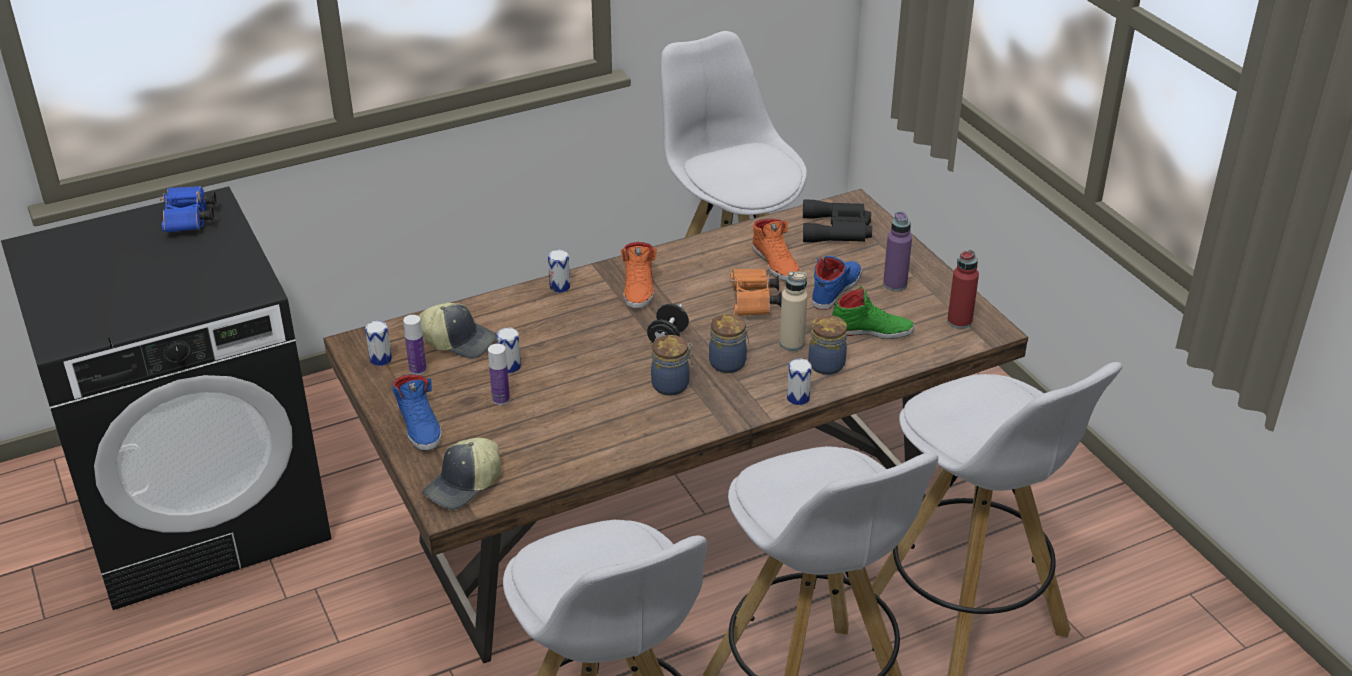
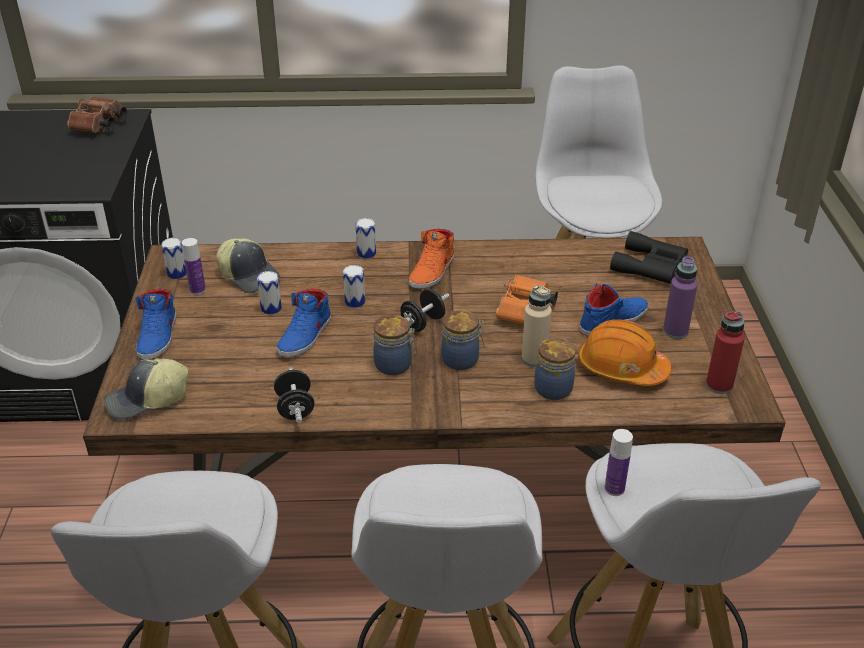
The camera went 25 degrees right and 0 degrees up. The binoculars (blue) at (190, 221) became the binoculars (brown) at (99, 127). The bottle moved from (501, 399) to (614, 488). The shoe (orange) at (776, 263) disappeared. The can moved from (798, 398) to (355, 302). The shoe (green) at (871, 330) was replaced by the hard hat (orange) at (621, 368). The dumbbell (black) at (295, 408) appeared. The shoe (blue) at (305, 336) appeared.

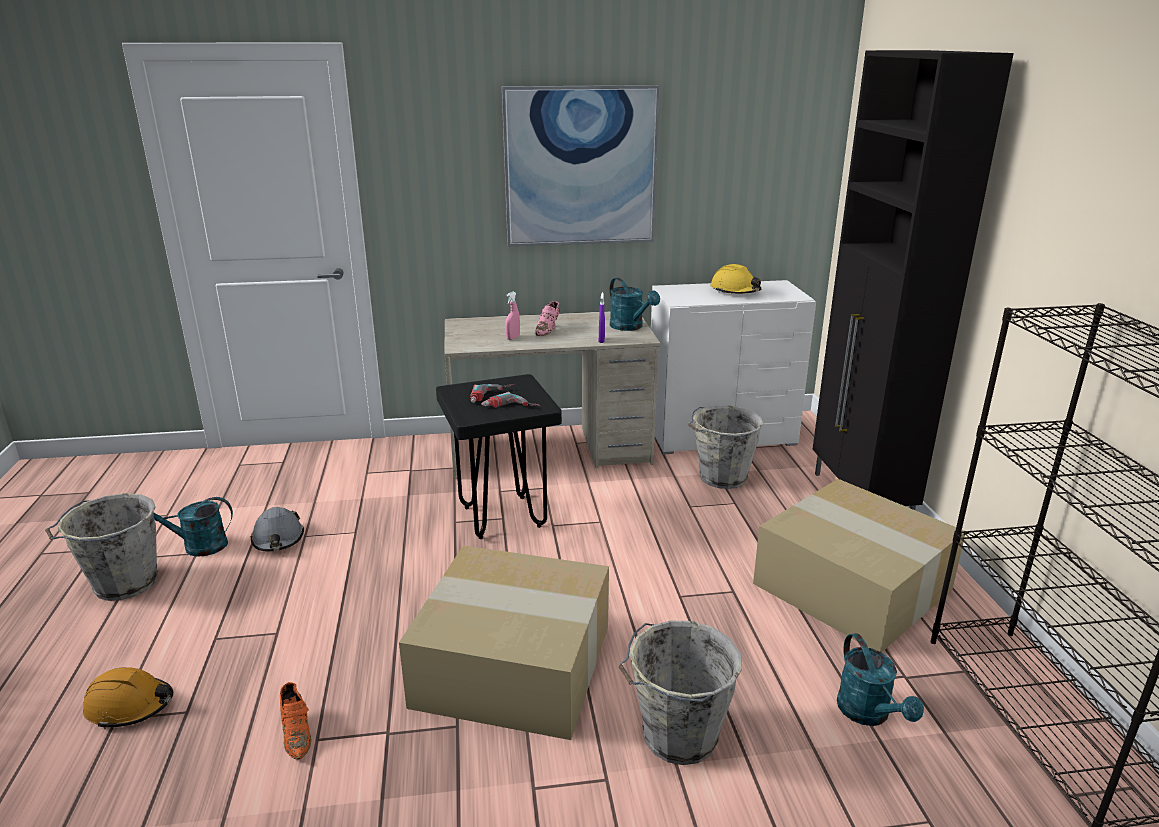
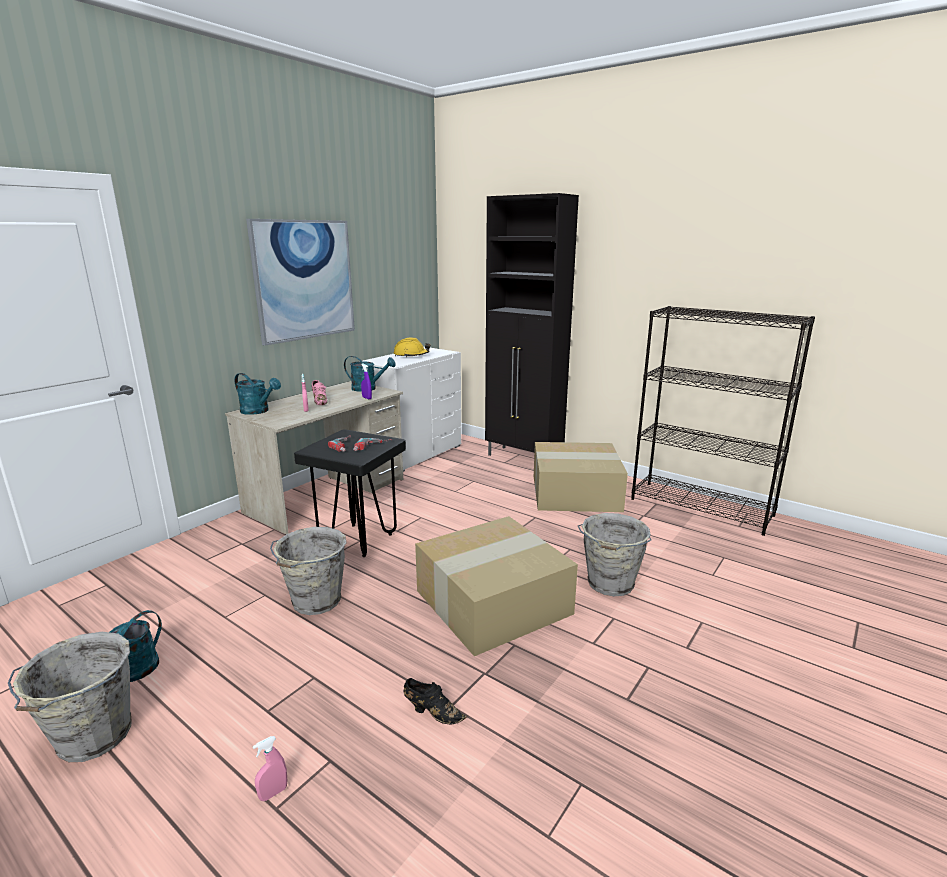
The camera went 45 degrees left and 5 degrees down. The hard hat (orange) at (130, 706) was replaced by the spray bottle (pink) at (273, 793). The hard hat (grey) at (278, 539) disappeared. The shoe (orange) at (297, 732) became the shoe (black) at (432, 712). The bucket (grey) moved from (721, 478) to (315, 602). The watering can (turquoise) moved from (869, 714) to (258, 411).

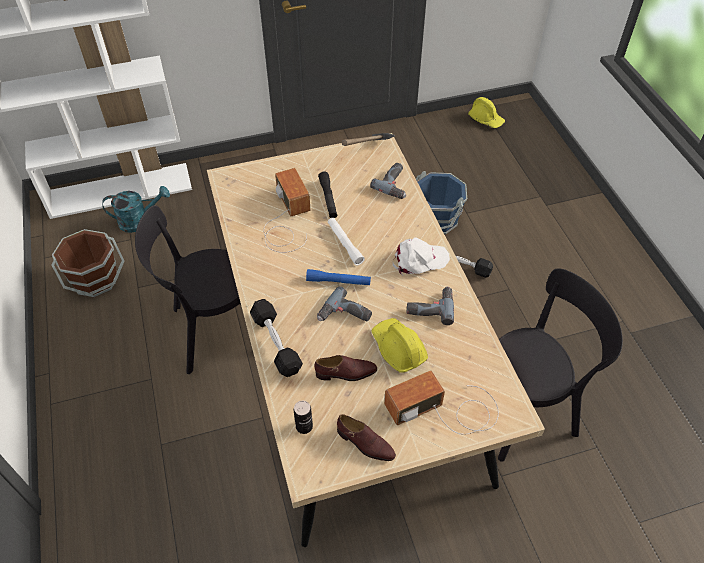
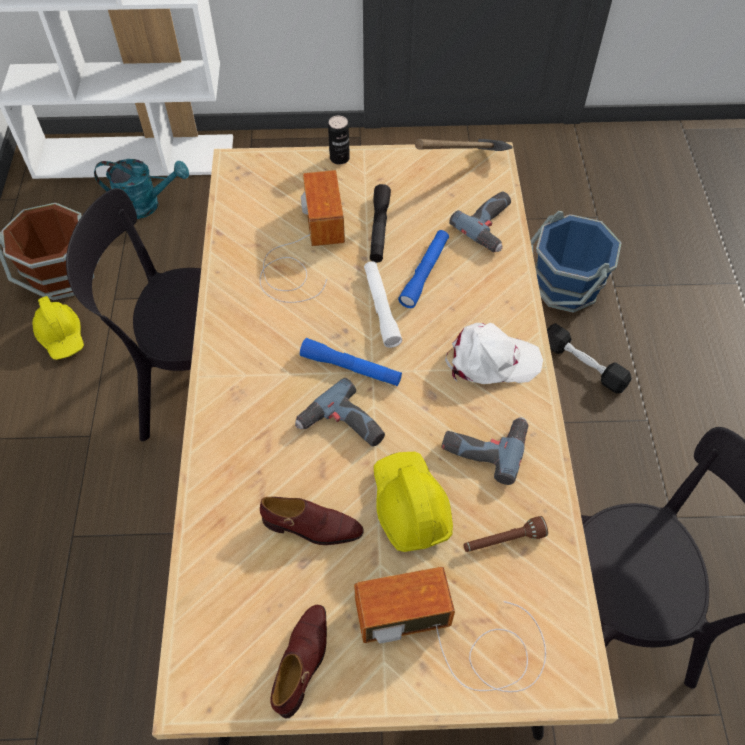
The camera went 15 degrees right and 5 degrees up. The dumbbell (black) at (276, 343) disappeared. The can moved from (304, 426) to (339, 158). The shoe (brown) at (365, 444) turned 120 degrees counterclockwise. The hard hat (yellow) moved from (486, 119) to (61, 335). The flashlight (blue) at (424, 273) appeared. The flashlight (brown) at (503, 540) appeared.

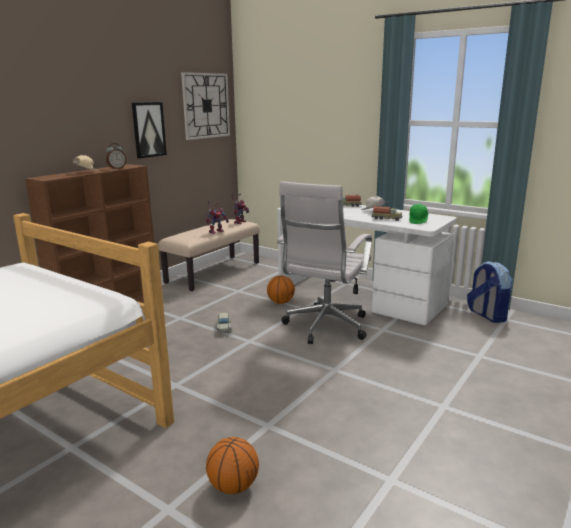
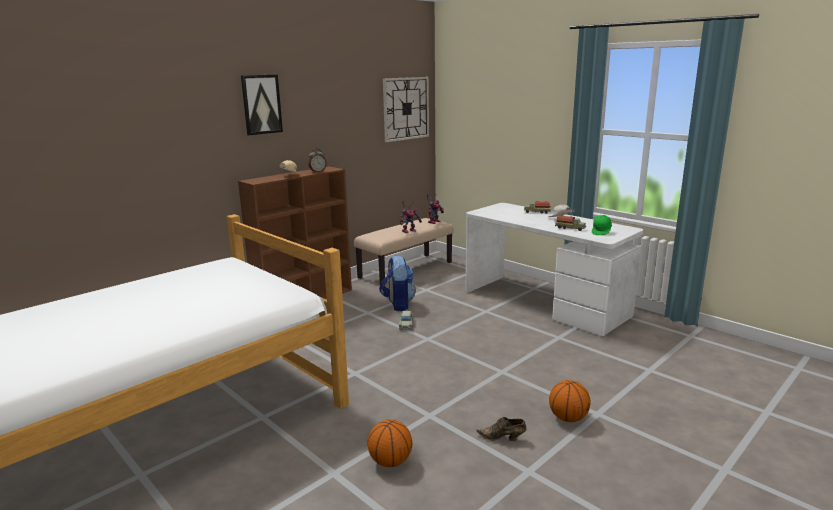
The camera went 10 degrees right and 0 degrees up. The picture moved from (148, 129) to (261, 104). The basketball moved from (281, 302) to (568, 418). The office chair (white) at (324, 327) disappeared. The backpack moved from (486, 315) to (398, 304). The shoe (brown) at (503, 438) appeared.

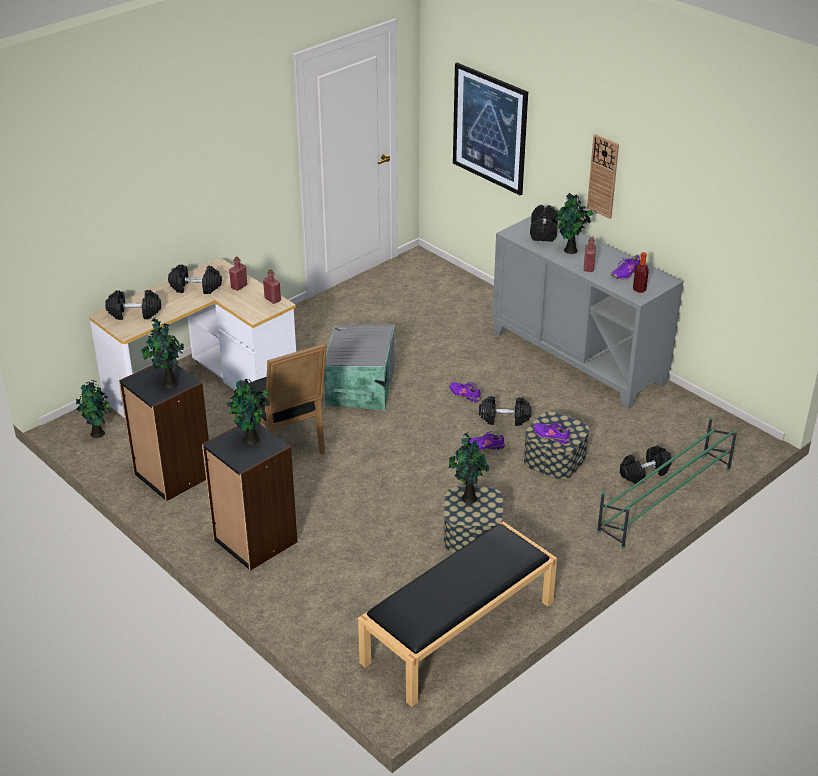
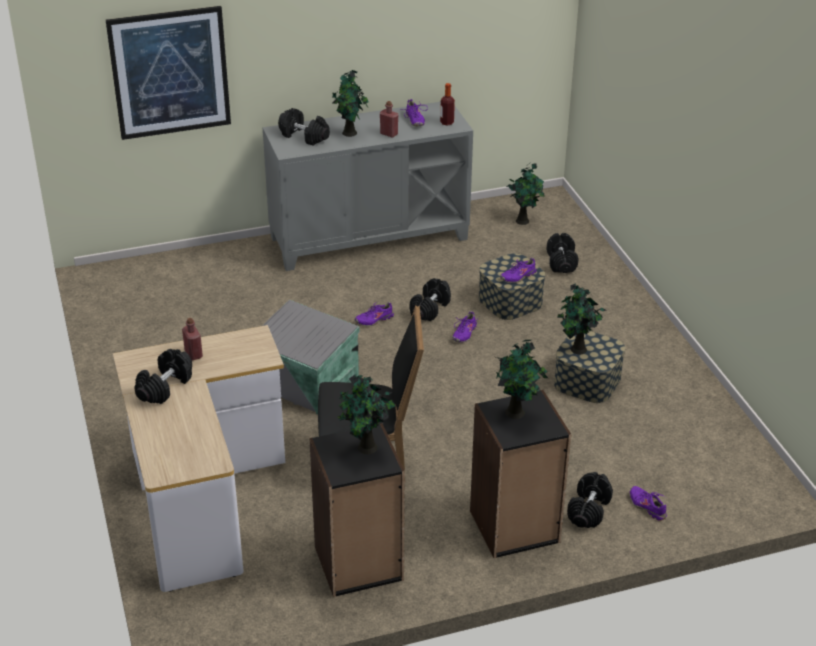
The camera went 65 degrees left and 0 degrees up. The potted plant moved from (98, 434) to (523, 220). The dumbbell (black) moved from (134, 313) to (589, 510). The bottle (red) at (272, 299) disappeared. The bench (black) at (458, 633) disappeared. The wall clock at (603, 176) disappeared. The shoe rack (green) at (664, 500) disappeared. The shoe (purple) at (647, 506) appeared.

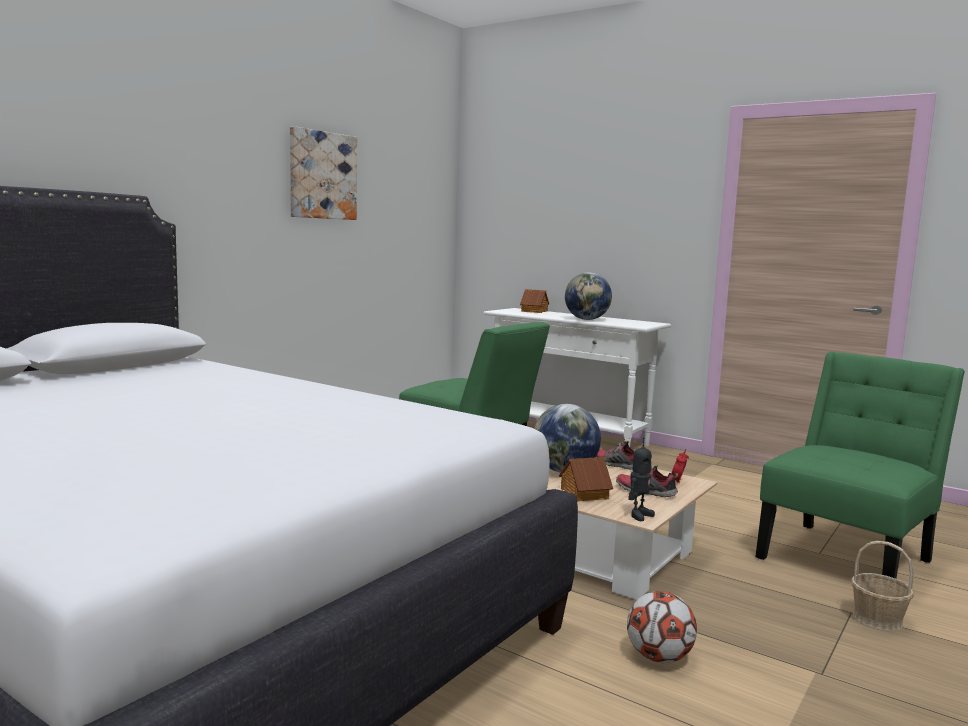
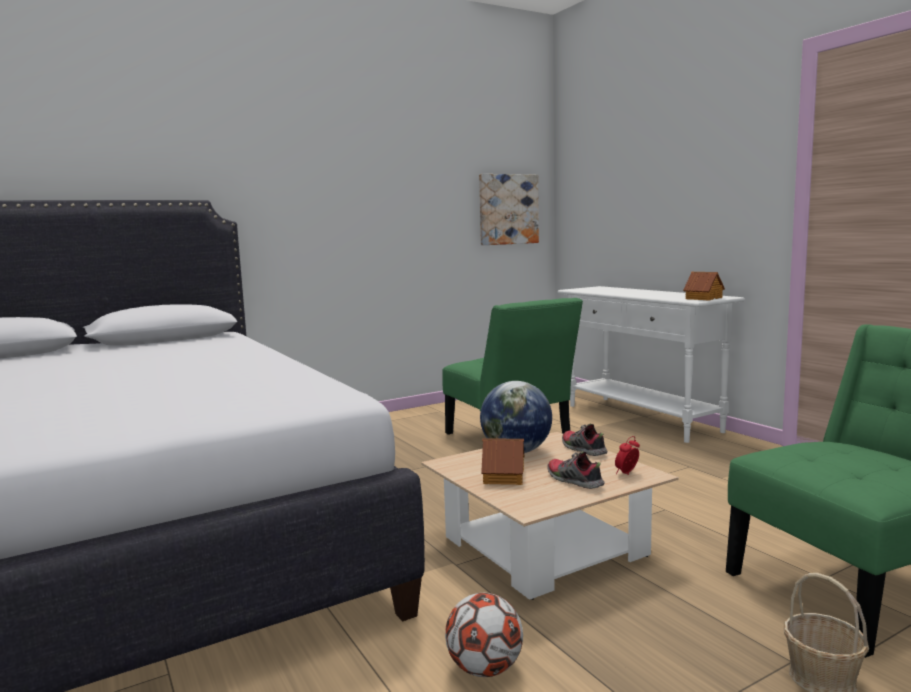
The camera went 25 degrees right and 0 degrees up. The picture moved from (322, 175) to (508, 209). The toy house moved from (534, 311) to (703, 298). The globe at (587, 319) disappeared. The toy robot at (639, 515) disappeared.

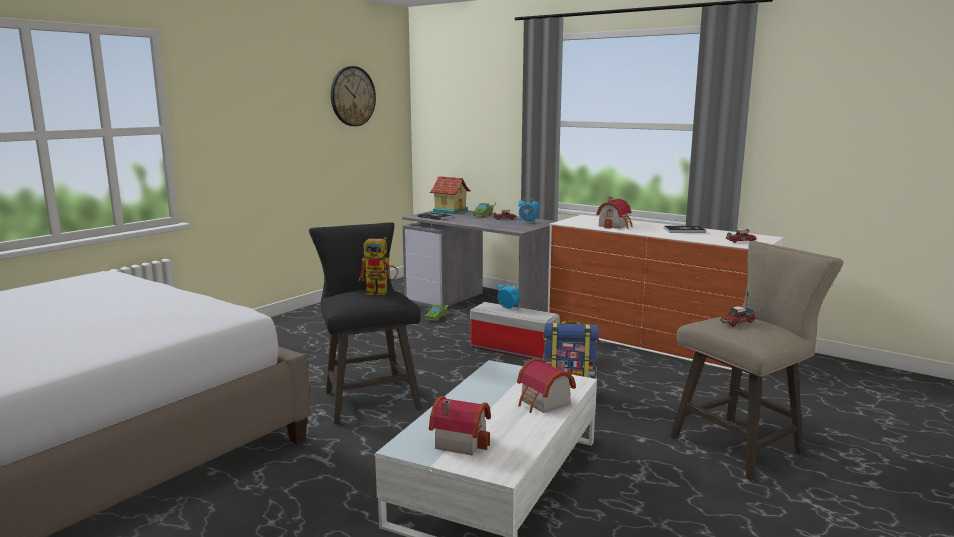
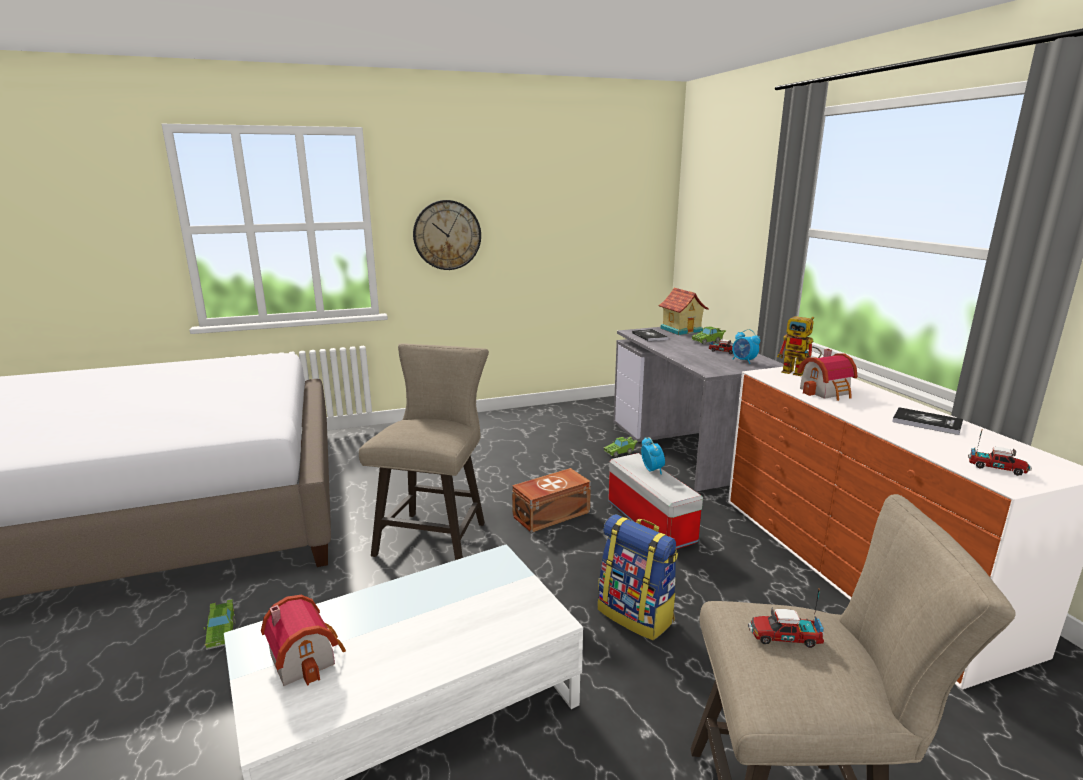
The camera went 35 degrees right and 5 degrees up. The stool (black) at (368, 398) became the stool (beige) at (436, 535). The wall clock moved from (352, 96) to (447, 235). The toy robot moved from (381, 292) to (799, 373). The toy house at (544, 403) disappeared. The toy car (green) at (222, 632) appeared. The storage box (brown) at (550, 514) appeared.

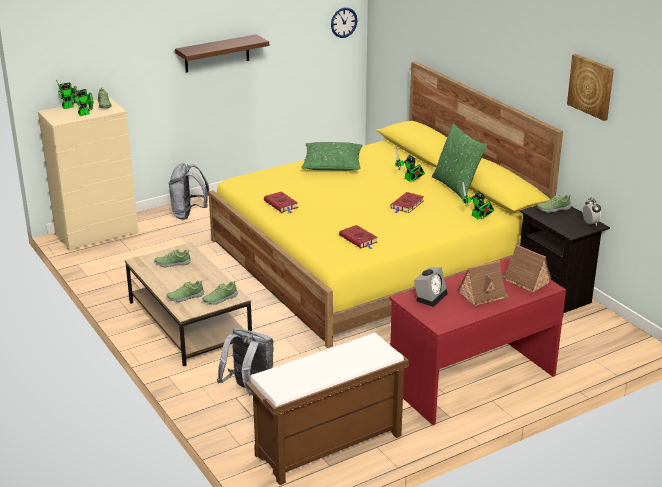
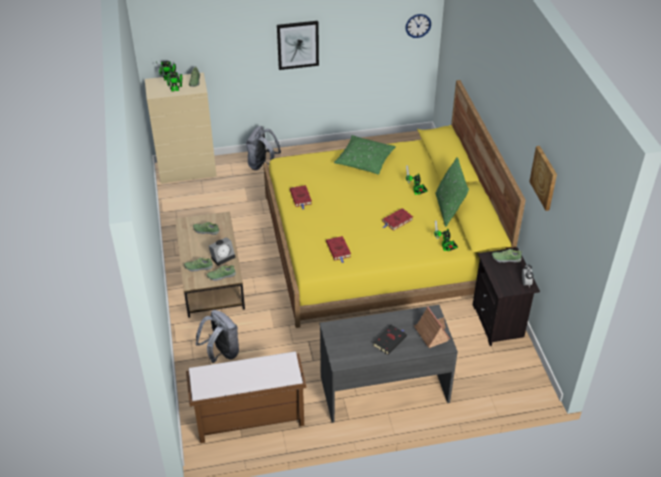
The camera went 20 degrees right and 15 degrees up. The shelf at (217, 53) was replaced by the picture at (298, 45). The desk (red) at (471, 380) became the desk (grey) at (384, 388). The alarm clock moved from (430, 296) to (223, 256). The toy house at (483, 295) was replaced by the book (black) at (390, 340).

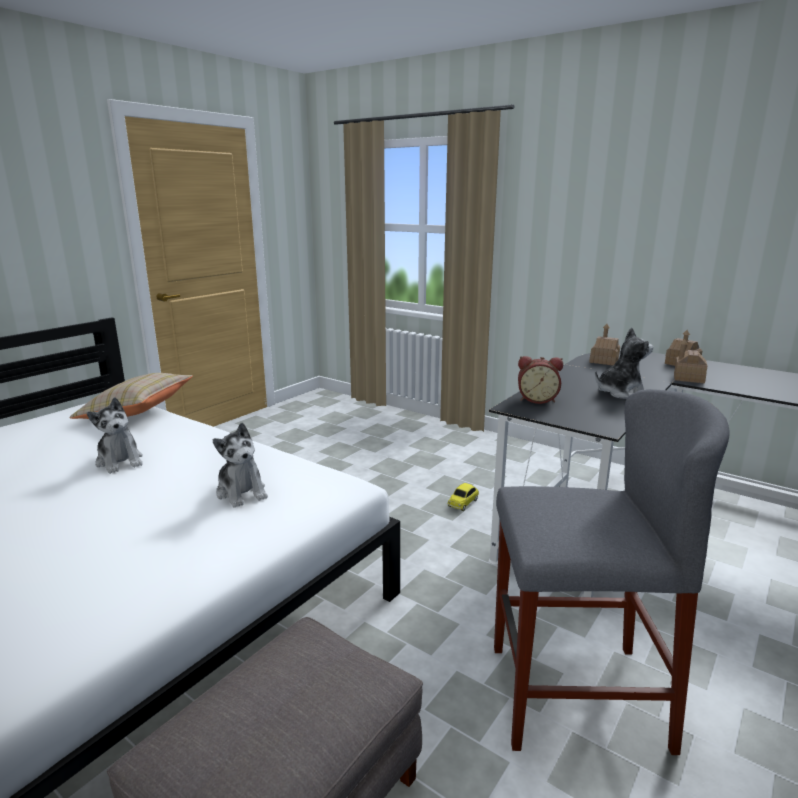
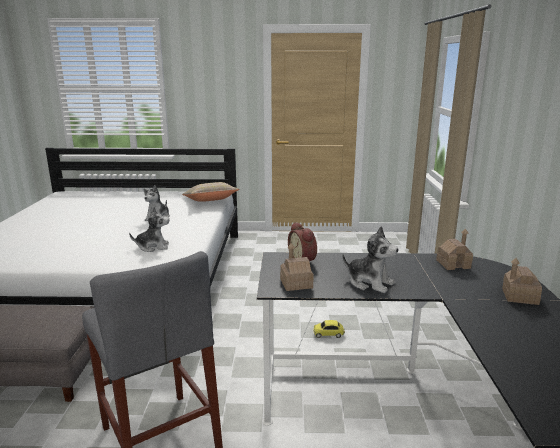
The camera went 55 degrees right and 0 degrees up. The plush toy at (242, 492) turned 120 degrees counterclockwise. The toy house moved from (688, 378) to (296, 283).

